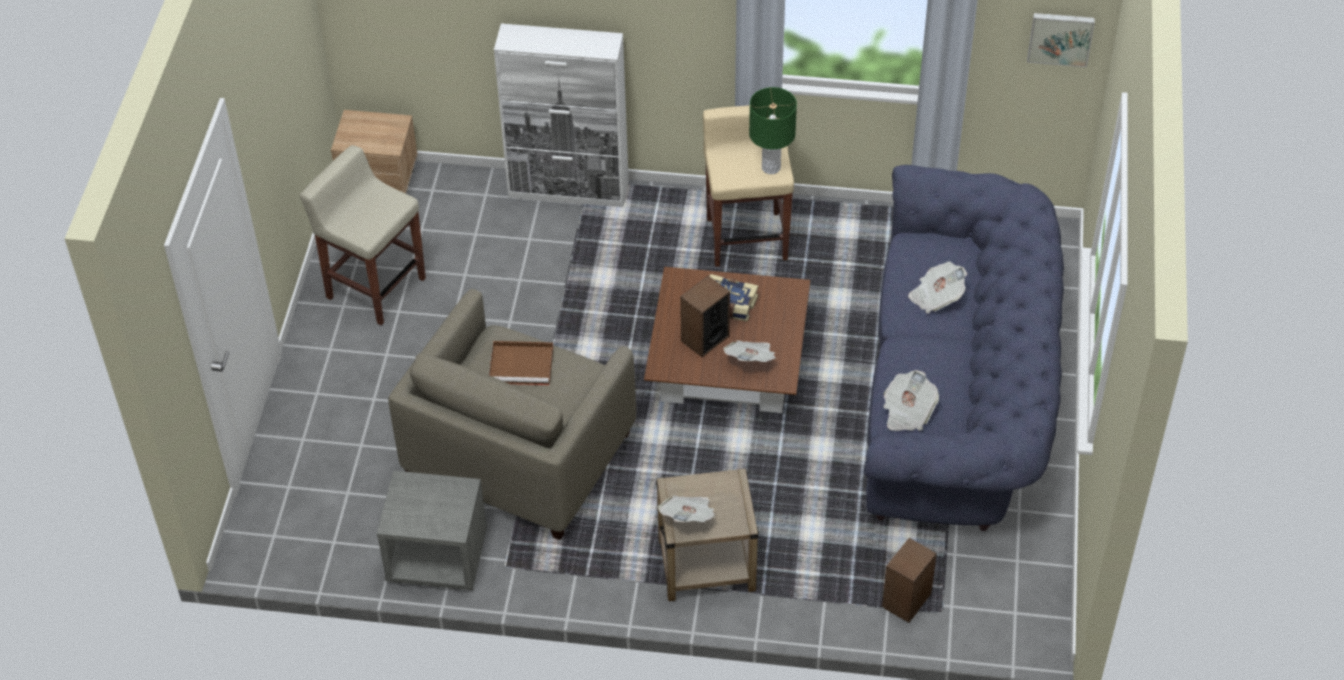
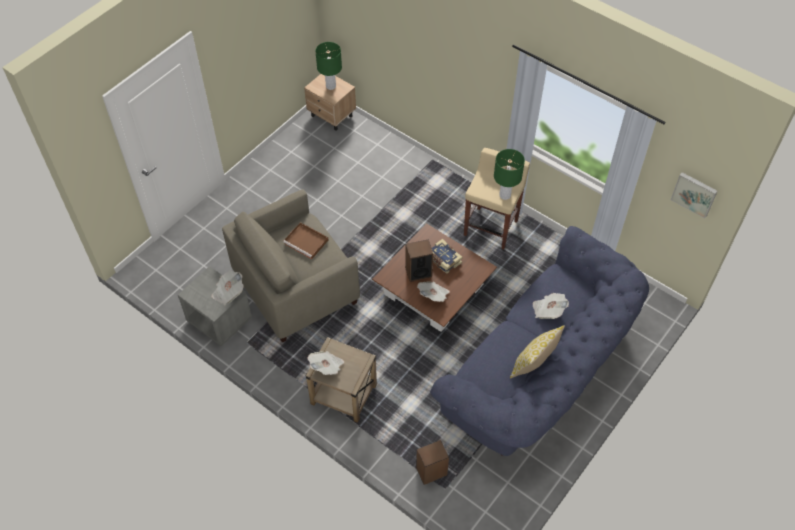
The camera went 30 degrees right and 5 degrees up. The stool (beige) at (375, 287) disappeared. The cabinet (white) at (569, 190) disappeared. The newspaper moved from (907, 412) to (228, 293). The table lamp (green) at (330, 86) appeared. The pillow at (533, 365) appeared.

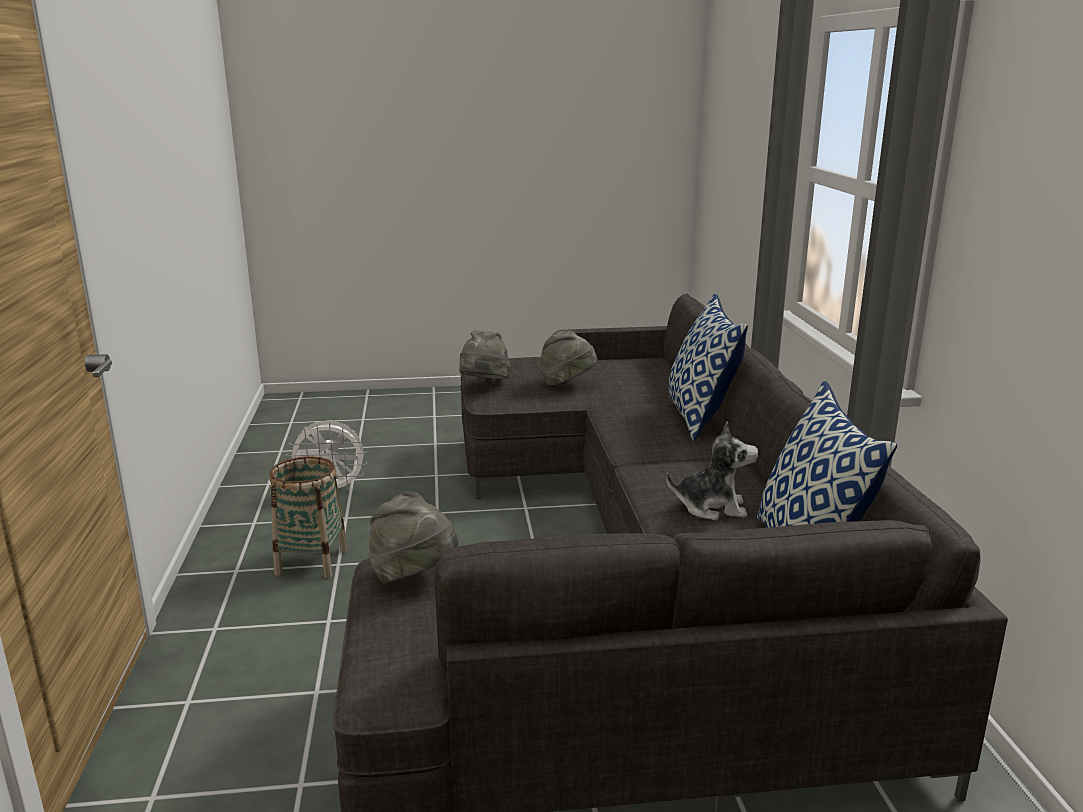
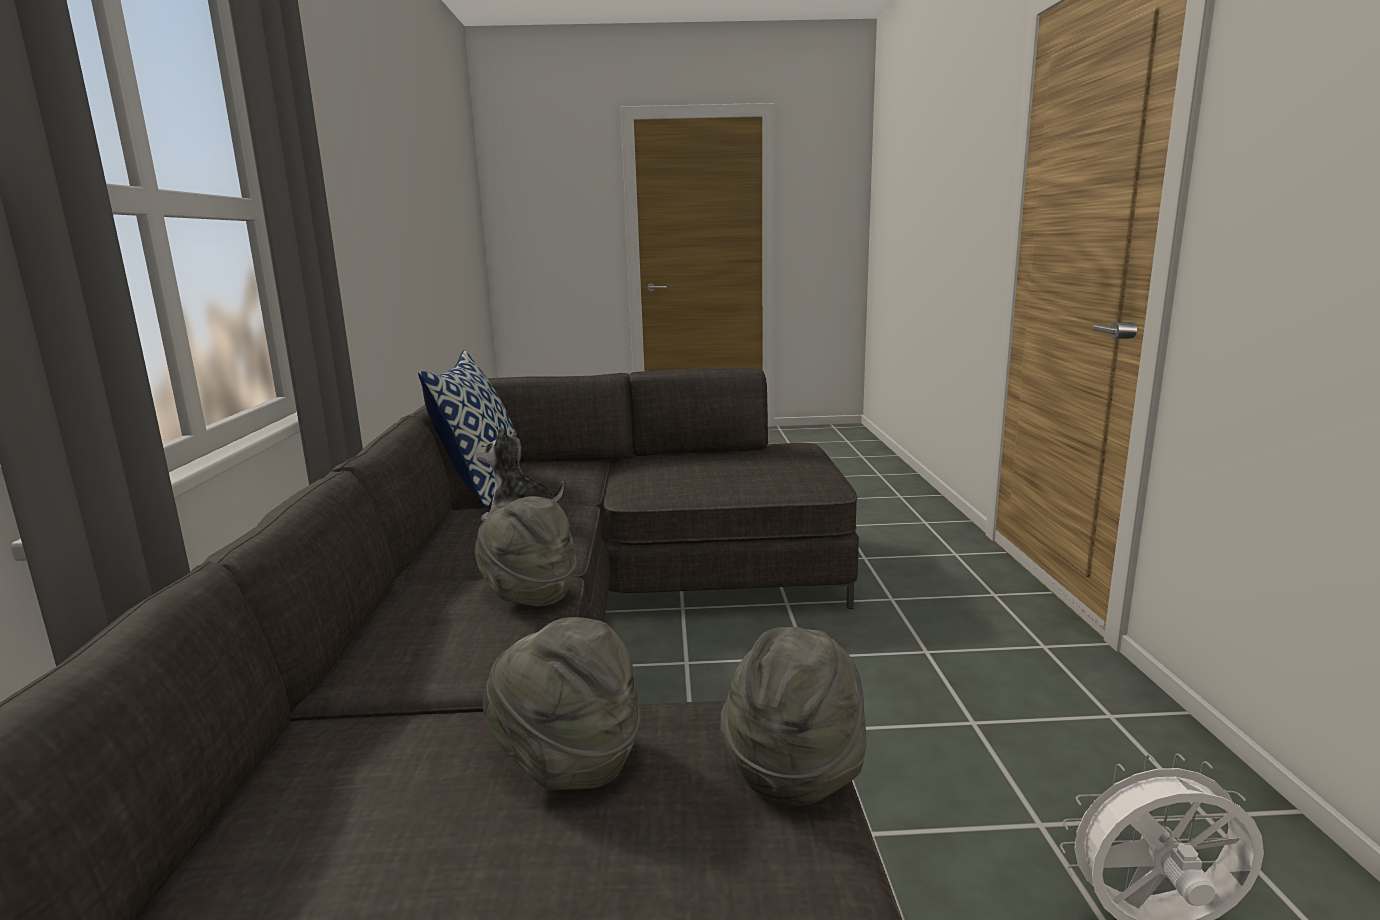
The camera went 175 degrees left and 5 degrees down. The basket at (312, 561) disappeared. The hat (grey) moved from (414, 577) to (529, 593). The pillow at (701, 417) disappeared.

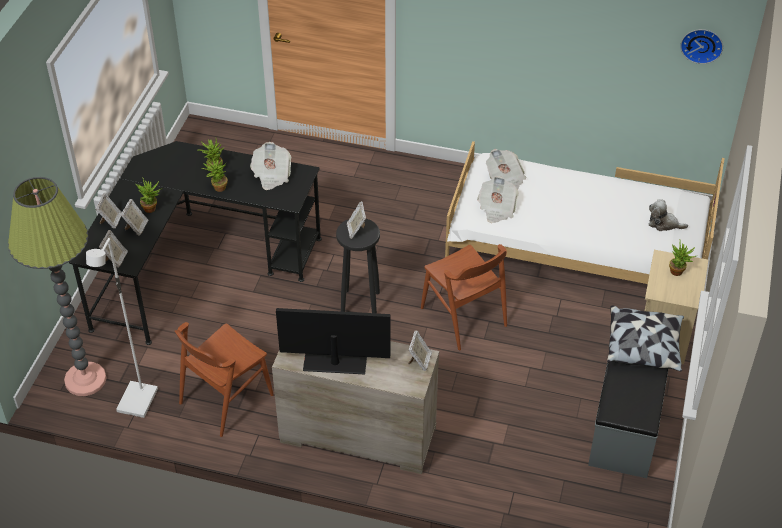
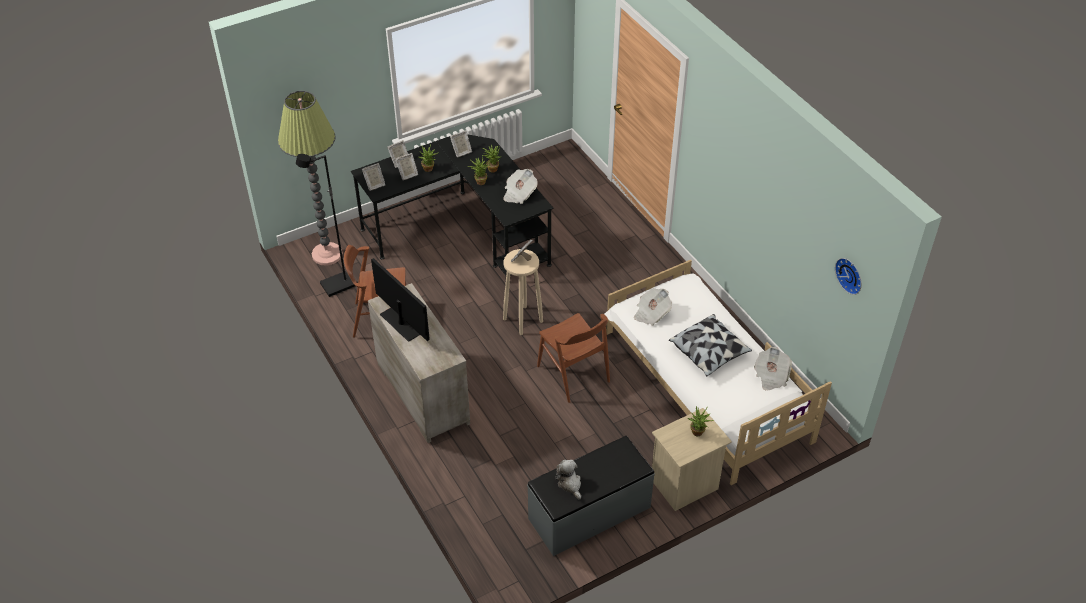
The camera went 45 degrees right and 0 degrees up. The floor lamp (white) at (138, 401) became the floor lamp (black) at (337, 286). The stool (black) at (360, 304) became the stool (beige) at (522, 320). The picture frame moved from (419, 361) to (461, 152). The chair (brown) at (464, 317) turned 45 degrees counterclockwise. The newspaper moved from (505, 179) to (771, 376). The pillow moved from (644, 347) to (709, 352). The plush toy moved from (664, 223) to (570, 484).

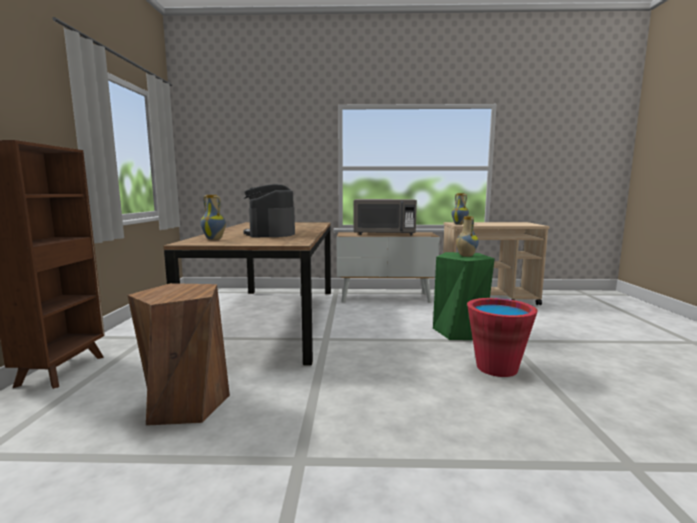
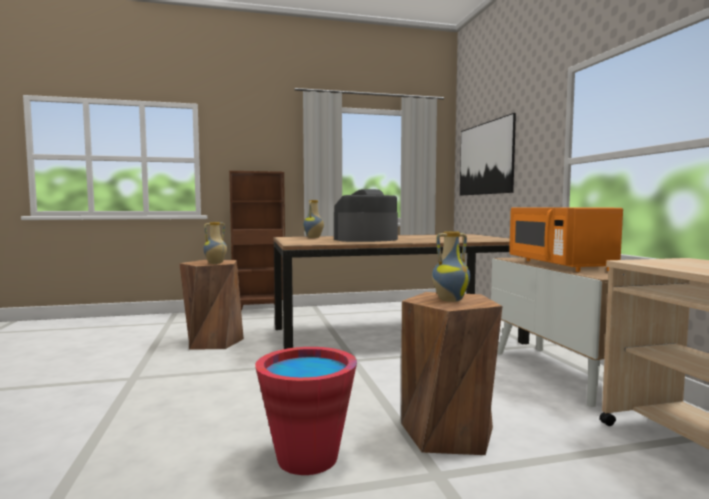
The camera went 75 degrees right and 5 degrees down. The microwave (grey) at (384, 234) became the microwave (orange) at (559, 265). The stool (green) at (460, 331) became the stool (brown) at (448, 432). The vase moved from (460, 224) to (215, 263). The picture at (485, 158) appeared.

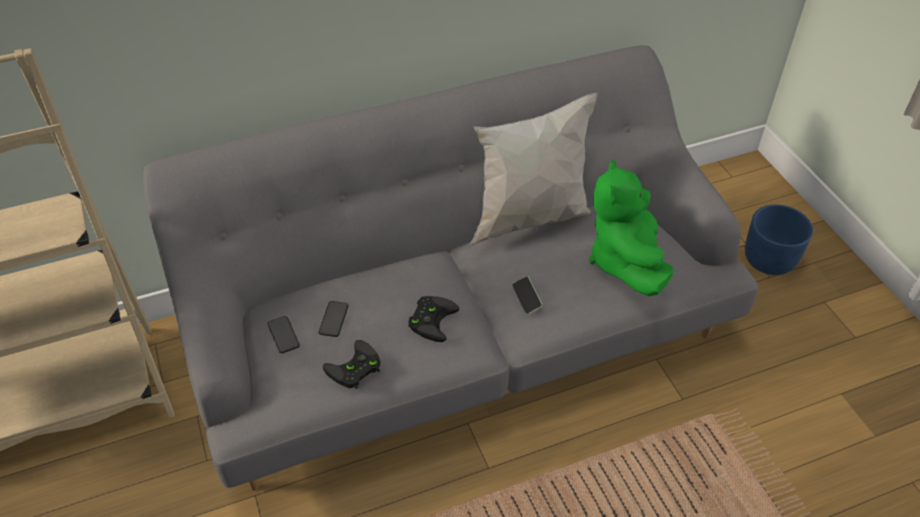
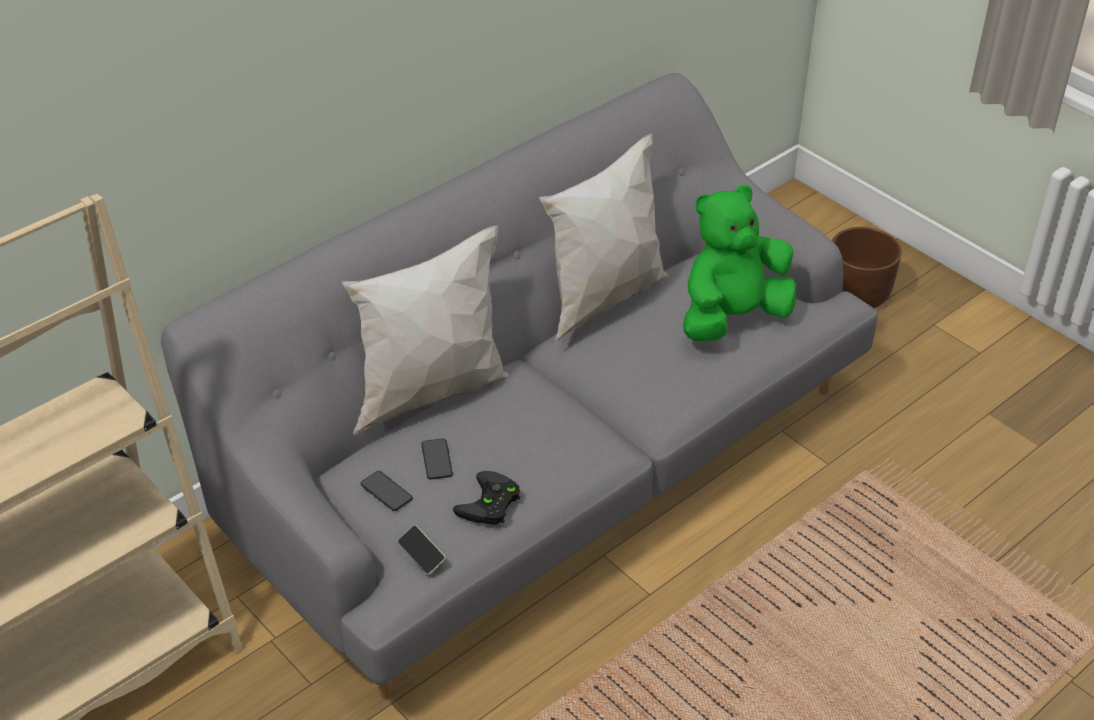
The camera went 20 degrees left and 5 degrees down. The game controller (black) at (431, 318) disappeared. The phone moved from (526, 299) to (421, 554). The plush toy (green) at (625, 261) turned 75 degrees clockwise. The planter (blue) at (769, 260) became the planter (brown) at (858, 295). The pillow (white) at (432, 393) appeared.

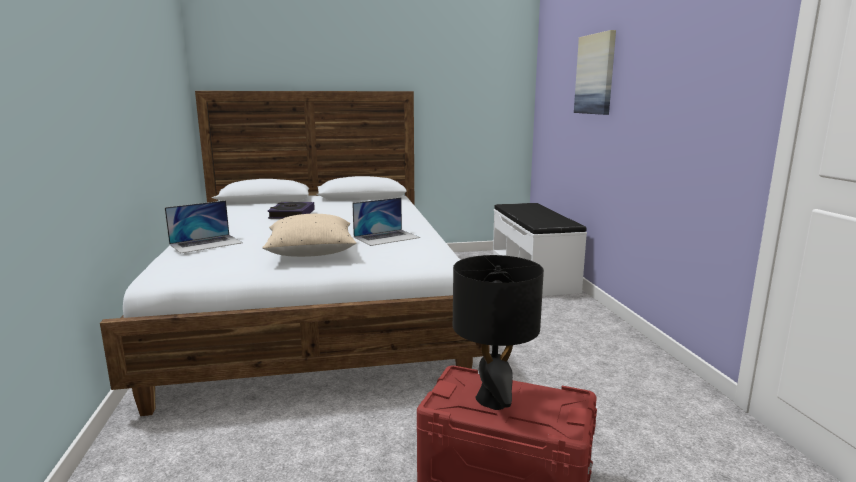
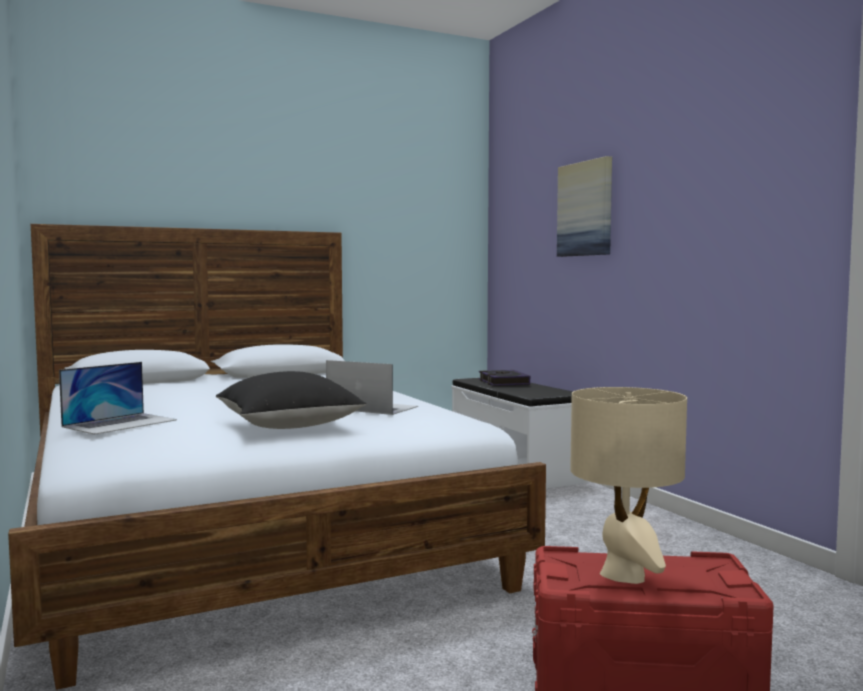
The camera went 15 degrees left and 10 degrees down. The pillow (beige) at (311, 253) became the pillow (black) at (288, 426). The book moved from (291, 214) to (503, 382). The laptop at (387, 237) turned 105 degrees counterclockwise. The table lamp (black) at (493, 400) became the table lamp (beige) at (624, 575).

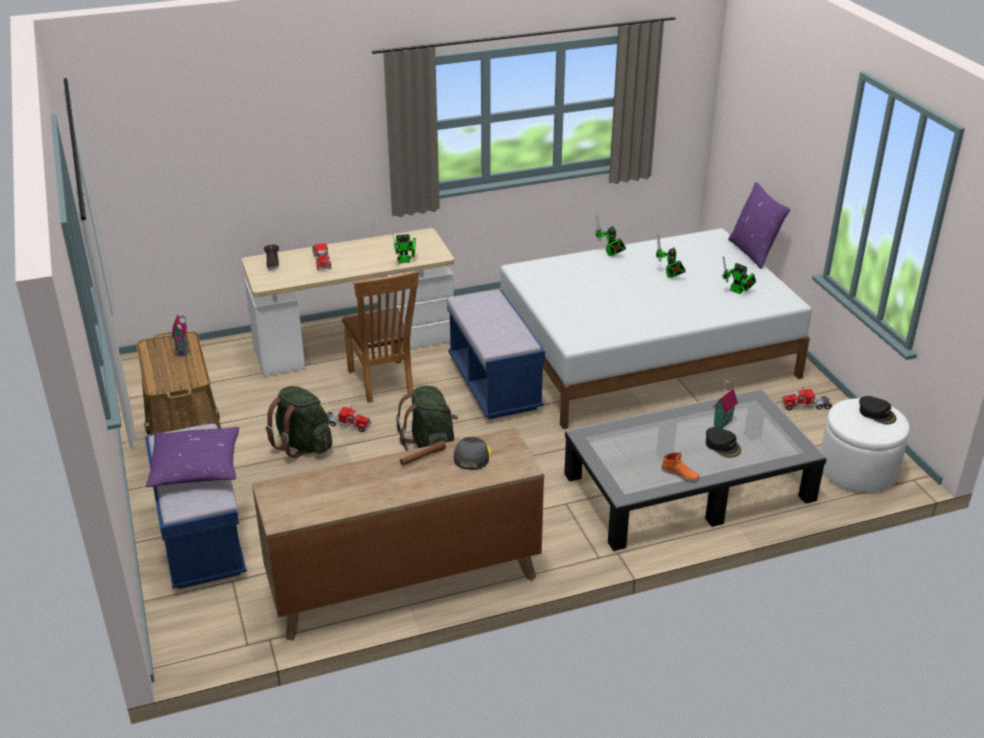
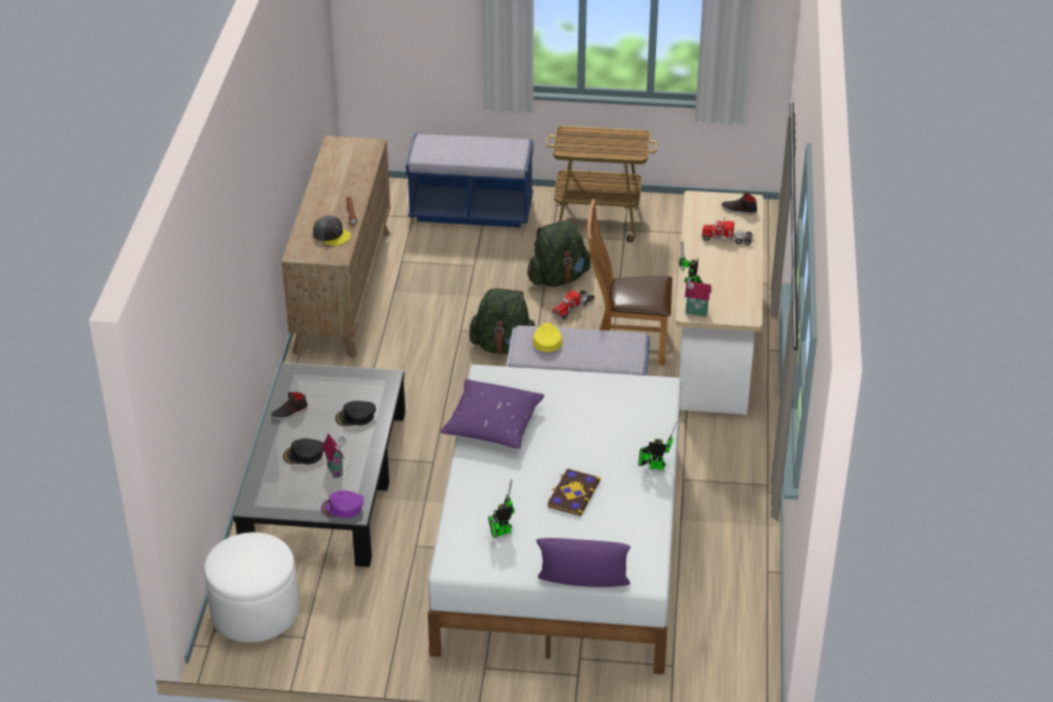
The camera went 115 degrees right and 5 degrees up. The pillow (purple) moved from (196, 467) to (492, 424). The toy house moved from (183, 350) to (696, 313). The toy robot at (669, 275) was replaced by the book at (573, 493). The shoe (orange) at (680, 474) became the shoe (black) at (289, 413). The toy truck at (806, 406) disappeared. The cap (black) moved from (876, 413) to (355, 417). The cap (purple) at (342, 508) appeared. The cap (yellow) at (547, 341) appeared.

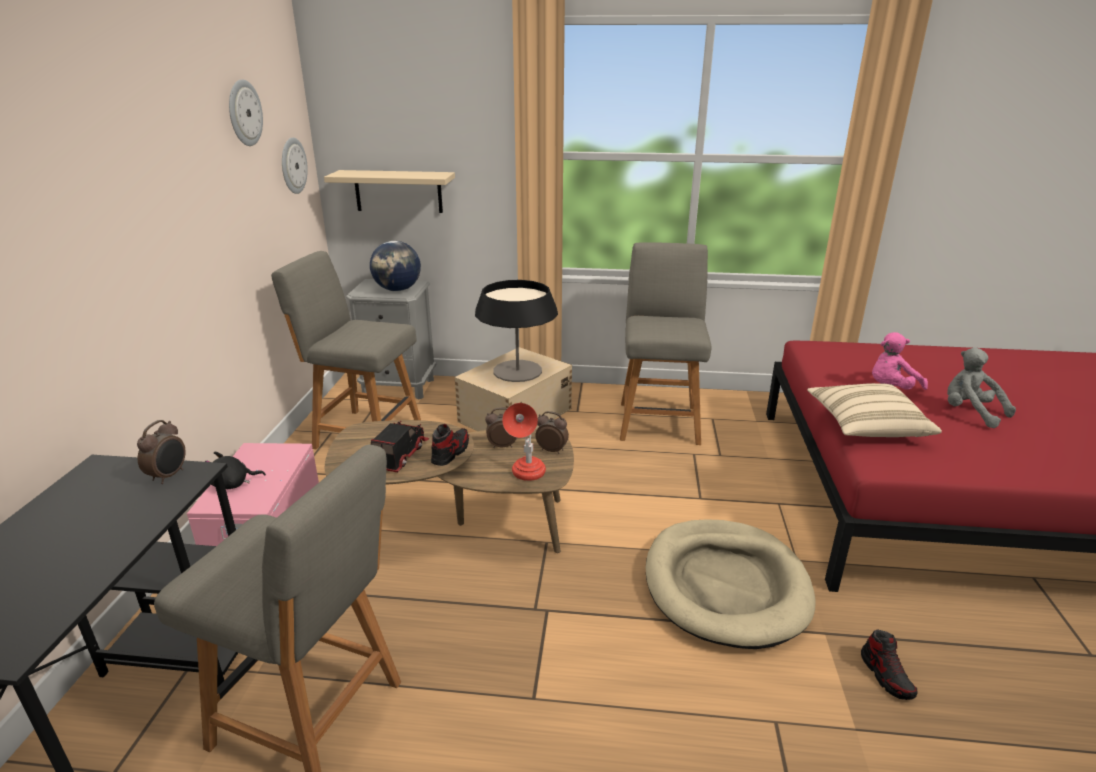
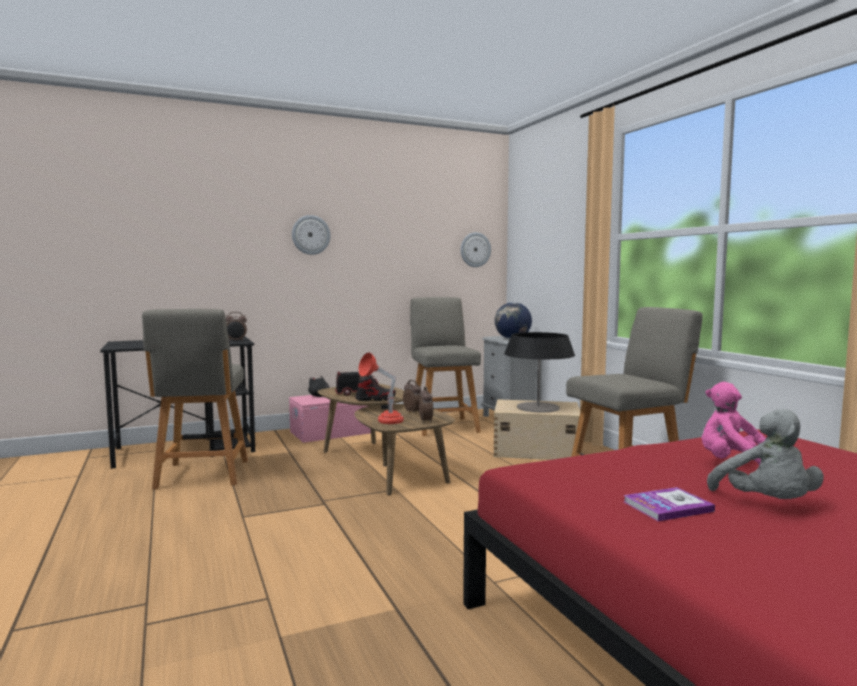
The camera went 60 degrees right and 20 degrees down. The wall clock moved from (244, 113) to (311, 235). The shelf (beige) at (398, 191) disappeared. The dog bed (beige) at (725, 586) disappeared. The pillow (beige) at (866, 426) disappeared. The shoe at (886, 676) disappeared. The plush toy (grey) at (969, 412) turned 150 degrees clockwise. The book at (667, 506) appeared.

